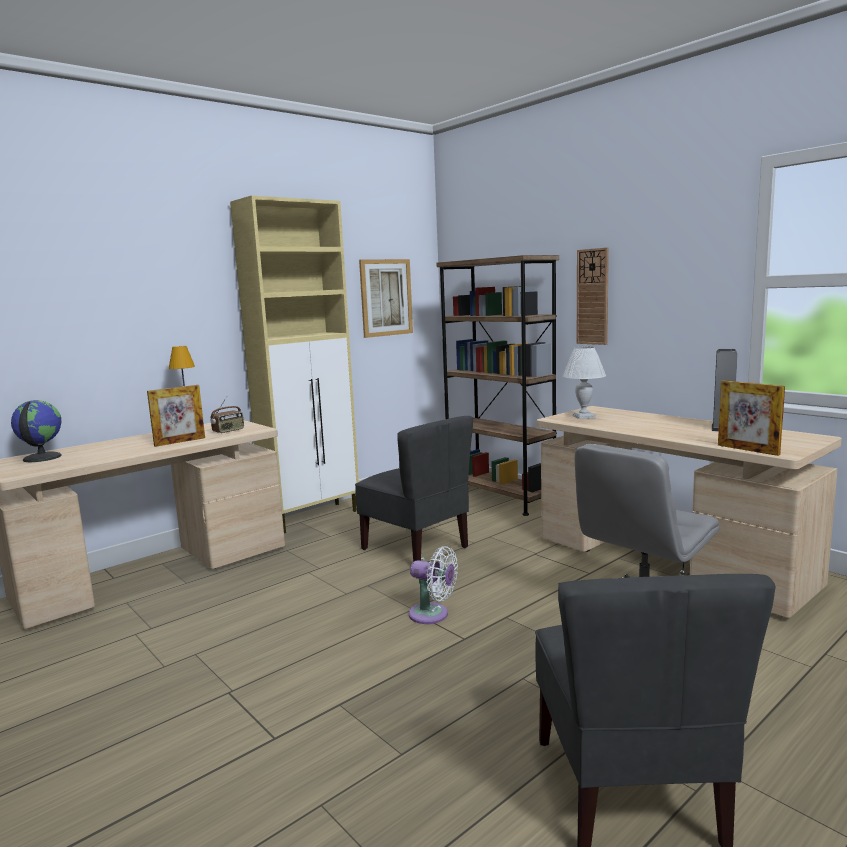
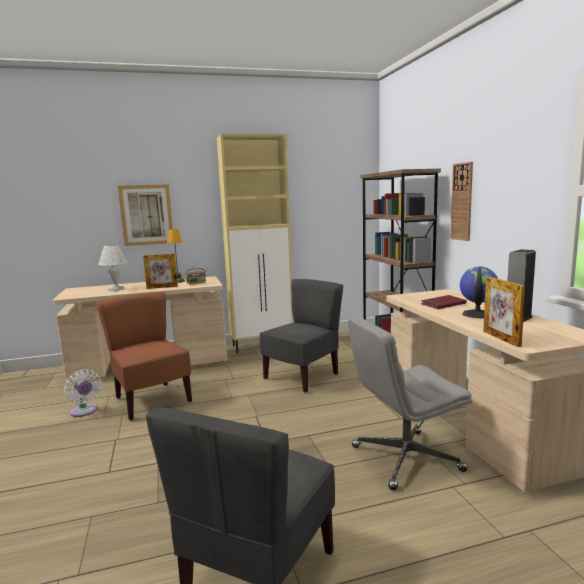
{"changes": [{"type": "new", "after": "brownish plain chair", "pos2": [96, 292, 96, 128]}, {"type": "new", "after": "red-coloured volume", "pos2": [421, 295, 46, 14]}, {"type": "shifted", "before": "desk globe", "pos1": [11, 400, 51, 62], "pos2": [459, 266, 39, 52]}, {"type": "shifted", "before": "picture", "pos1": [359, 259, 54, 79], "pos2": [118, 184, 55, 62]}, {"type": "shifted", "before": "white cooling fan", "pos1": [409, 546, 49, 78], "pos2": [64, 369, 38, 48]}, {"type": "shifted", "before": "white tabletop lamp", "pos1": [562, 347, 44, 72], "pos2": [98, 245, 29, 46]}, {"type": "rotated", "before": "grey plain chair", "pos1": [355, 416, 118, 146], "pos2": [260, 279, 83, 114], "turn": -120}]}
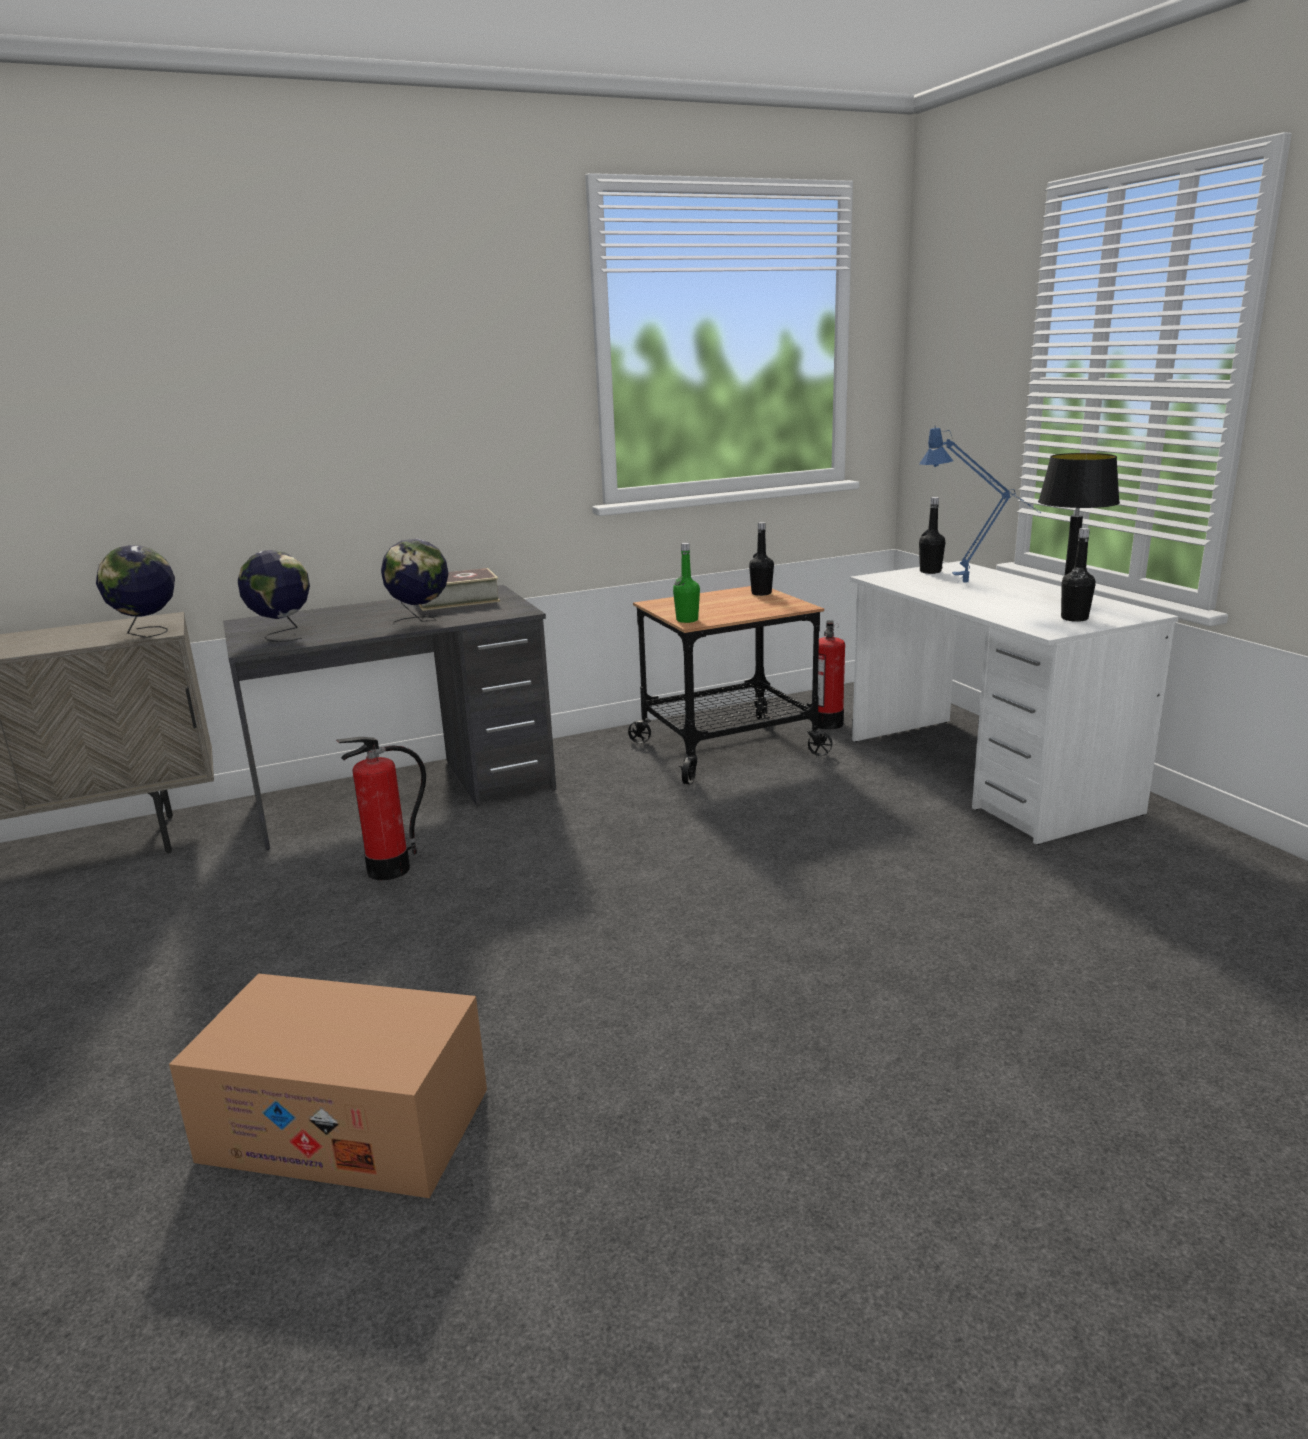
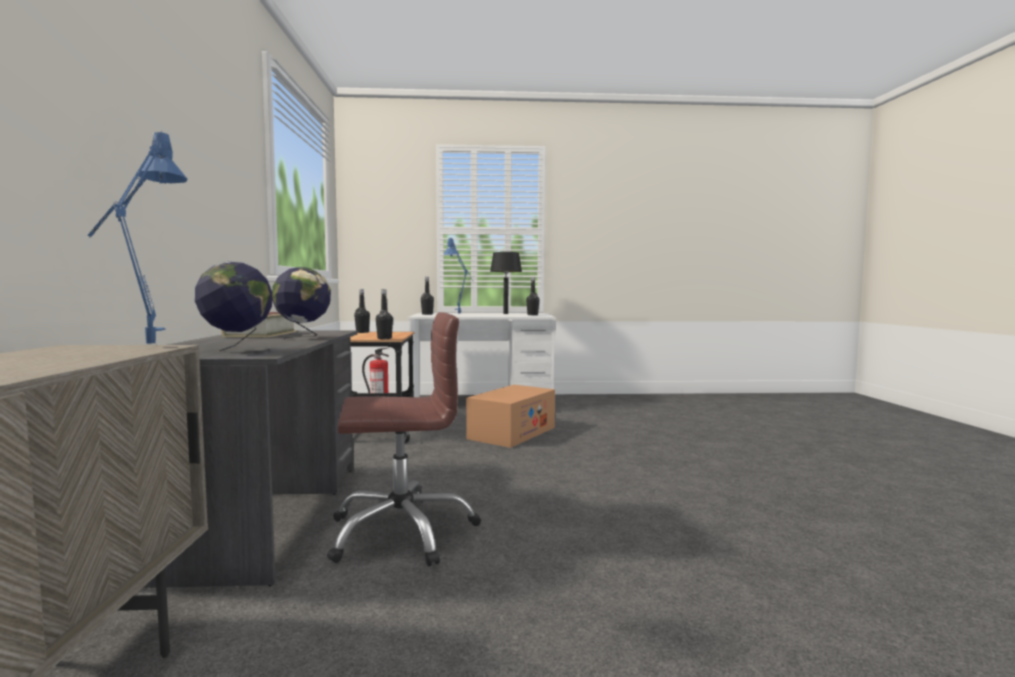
{"changes": [{"type": "shifted", "before": "packing box", "pos1": [169, 974, 318, 224], "pos2": [466, 385, 89, 63]}, {"type": "swapped", "before": "desk globe", "after": "blue tabletop lamp", "pos1": [96, 545, 79, 93], "pos2": [87, 130, 101, 215]}, {"type": "swapped", "before": "fire-fighting cylinder", "after": "brownish computer chair", "pos1": [336, 737, 90, 144], "pos2": [327, 312, 154, 255]}, {"type": "repainted", "before": "green beverage bottle", "after": "black beverage bottle", "pos1": [673, 543, 27, 80], "pos2": [376, 289, 17, 50]}]}
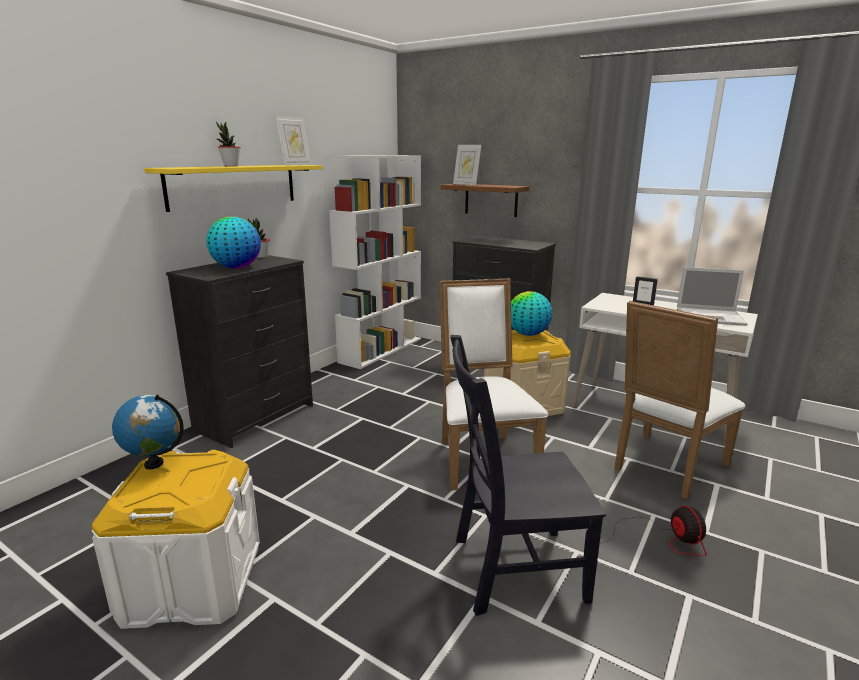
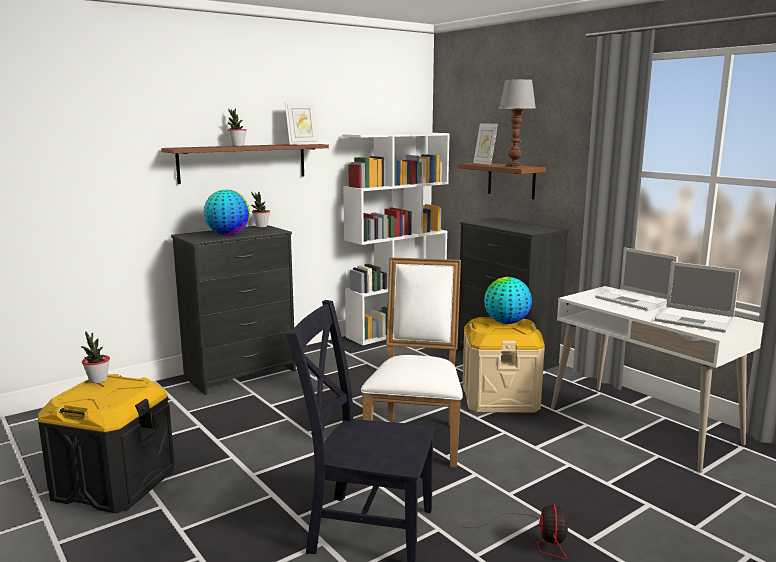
{"changes": [{"type": "gone", "before": "white plain chair", "pos1": [614, 301, 131, 198]}, {"type": "new", "after": "tabletop lamp", "pos2": [499, 79, 37, 88]}, {"type": "swapped", "before": "desk globe", "after": "potted plant", "pos1": [112, 395, 72, 75], "pos2": [81, 331, 29, 52]}, {"type": "swapped", "before": "standing frame", "after": "laptop", "pos1": [633, 276, 25, 29], "pos2": [595, 247, 83, 64]}, {"type": "repainted", "before": "white storage bin", "after": "black storage bin", "pos1": [92, 450, 168, 179], "pos2": [38, 374, 137, 139]}, {"type": "repainted", "before": "yellow-coloured shelf", "after": "brownish shelf", "pos1": [144, 165, 179, 47], "pos2": [161, 144, 168, 40]}]}
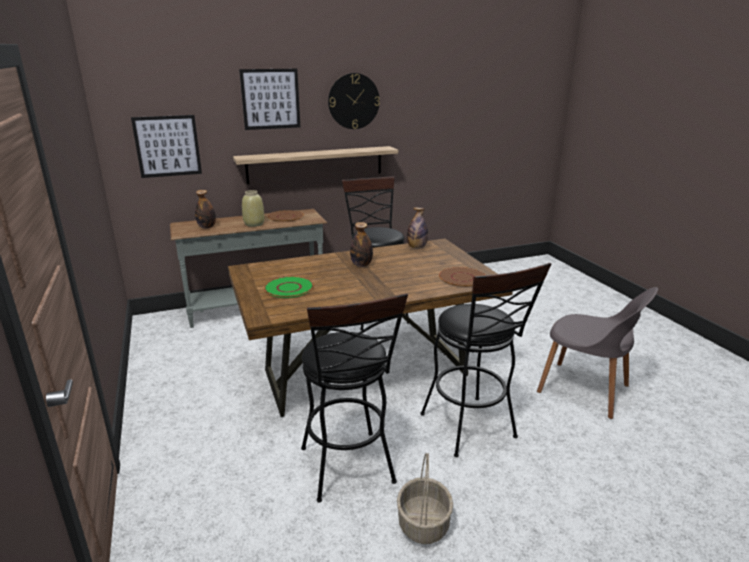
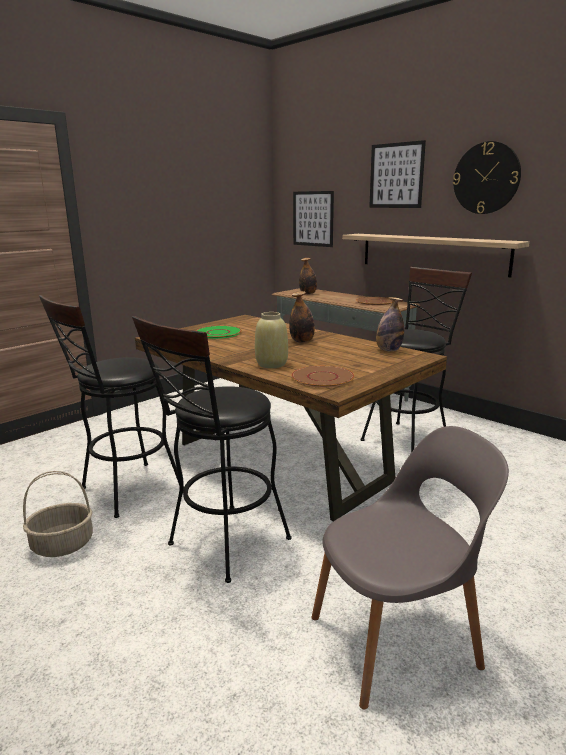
{"changes": [{"type": "shifted", "before": "beige-coloured flower vase", "pos1": [242, 190, 22, 37], "pos2": [255, 312, 33, 56]}, {"type": "rotated", "before": "grey plain chair", "pos1": [537, 287, 121, 132], "pos2": [311, 426, 198, 283], "turn": -120}]}
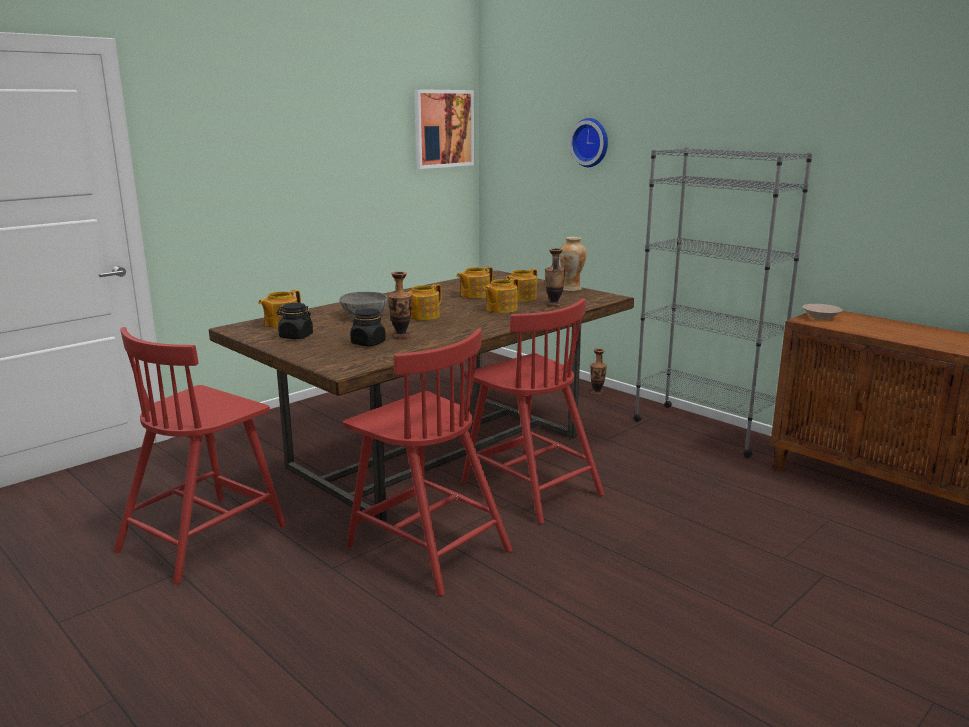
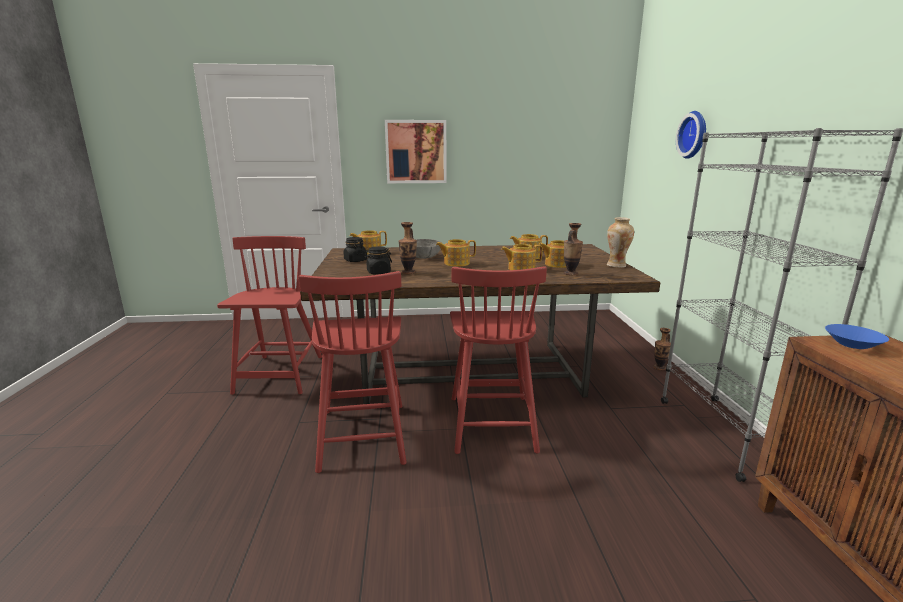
{"changes": [{"type": "shifted", "before": "picture", "pos1": [414, 89, 60, 80], "pos2": [385, 120, 62, 63]}, {"type": "repainted", "before": "beige-coloured bowl", "after": "blue bowl", "pos1": [802, 304, 41, 16], "pos2": [825, 324, 64, 25]}, {"type": "rotated", "before": "red-coloured plain chair", "pos1": [114, 327, 172, 257], "pos2": [217, 236, 105, 159], "turn": 105}]}
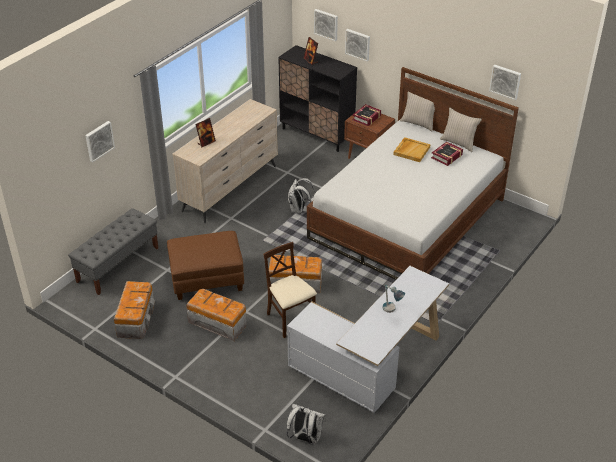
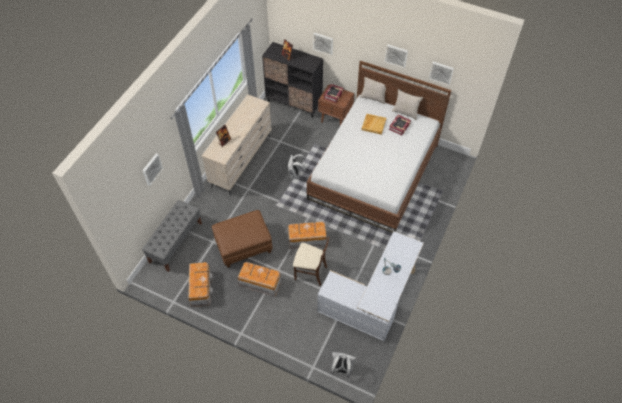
{"changes": [{"type": "shifted", "before": "picture", "pos1": [314, 9, 24, 32], "pos2": [385, 44, 23, 24]}, {"type": "rotated", "before": "beige-coloured plain chair", "pos1": [263, 242, 54, 96], "pos2": [293, 236, 36, 50], "turn": 150}]}
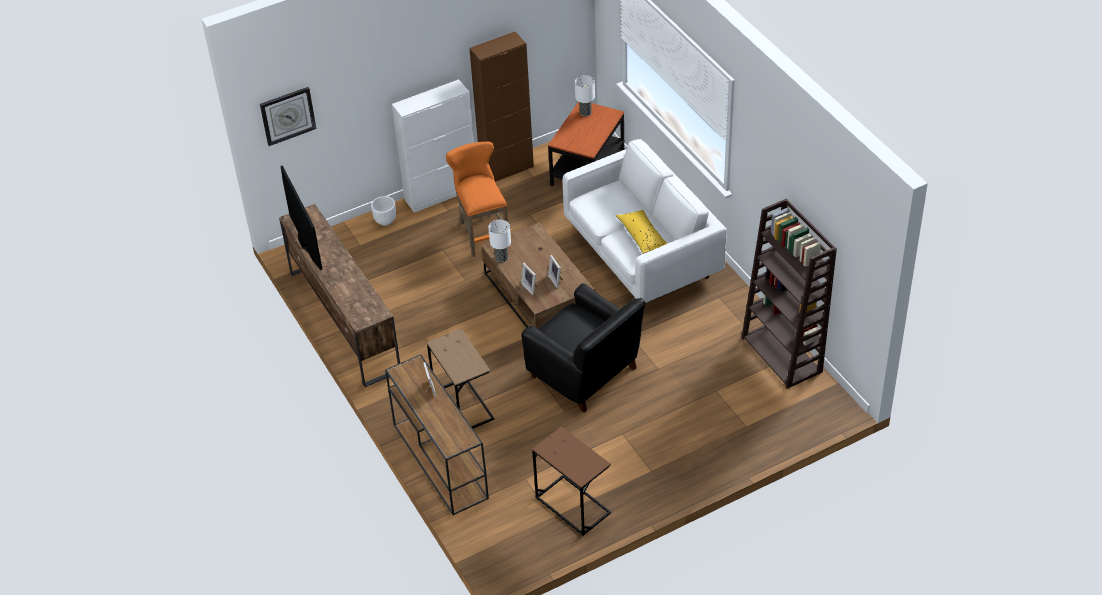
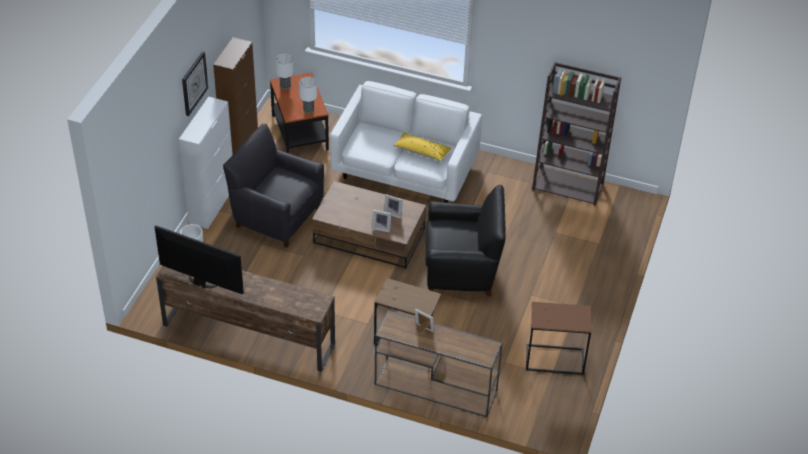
{"changes": [{"type": "shifted", "before": "clock on the wall", "pos1": [260, 87, 56, 59], "pos2": [182, 51, 26, 65]}, {"type": "shifted", "before": "tabletop lamp", "pos1": [488, 220, 23, 42], "pos2": [299, 77, 18, 36]}, {"type": "swapped", "before": "orange sitting stool", "after": "black easy chair", "pos1": [446, 142, 62, 115], "pos2": [223, 124, 101, 124]}]}
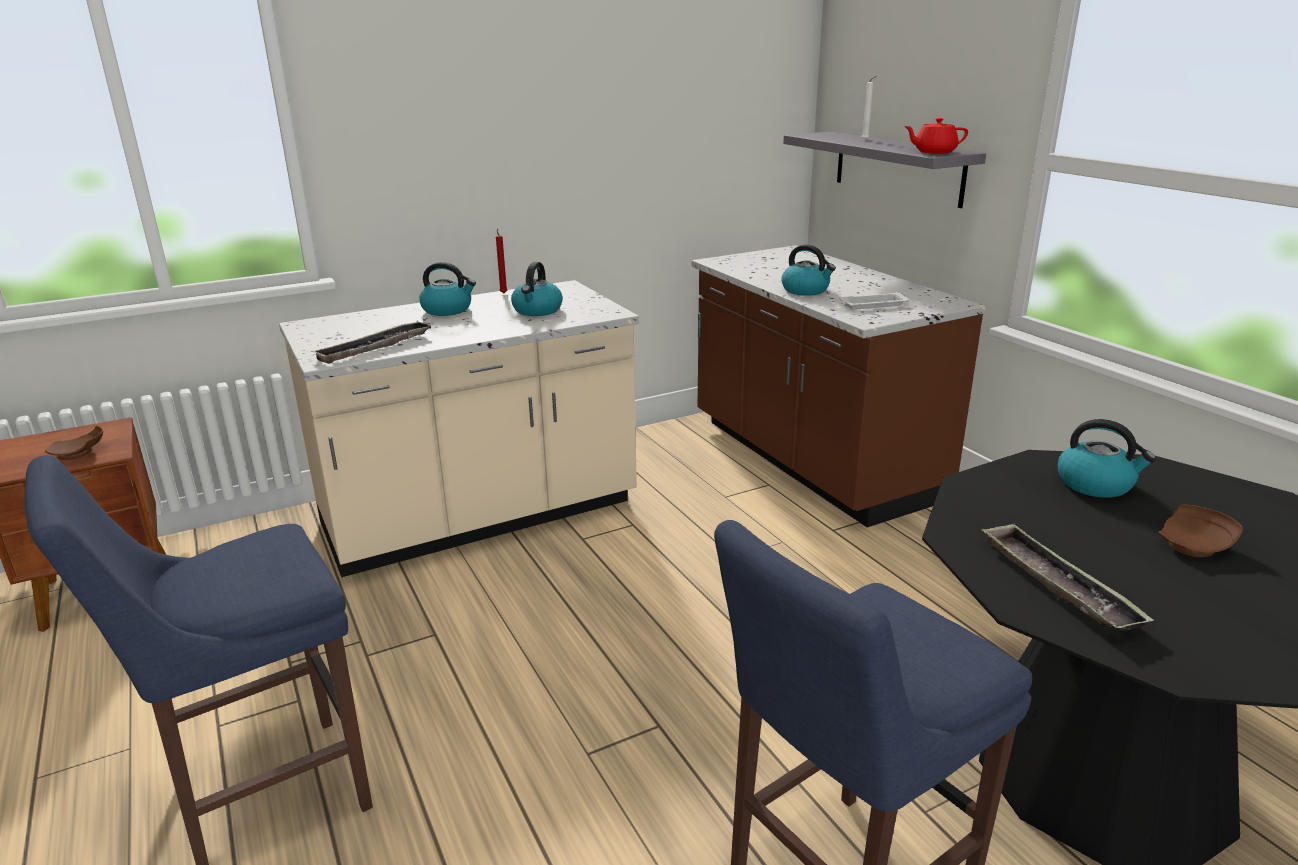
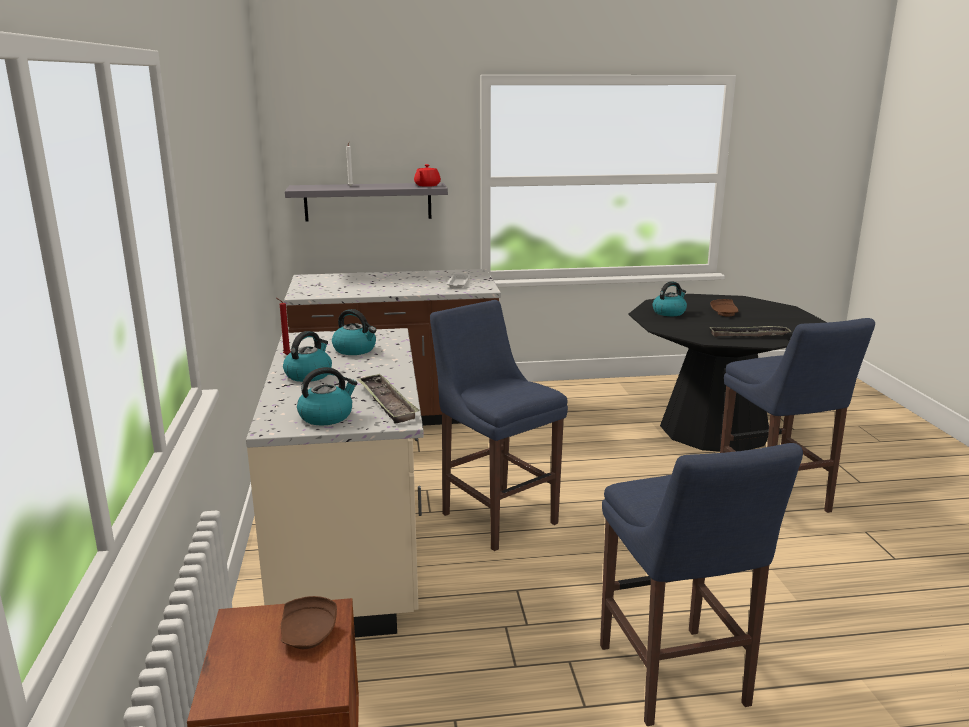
{"changes": [{"type": "new", "after": "blue sitting stool", "pos2": [430, 300, 138, 251]}, {"type": "shifted", "before": "tea kettle", "pos1": [781, 244, 55, 52], "pos2": [297, 367, 60, 58]}]}
